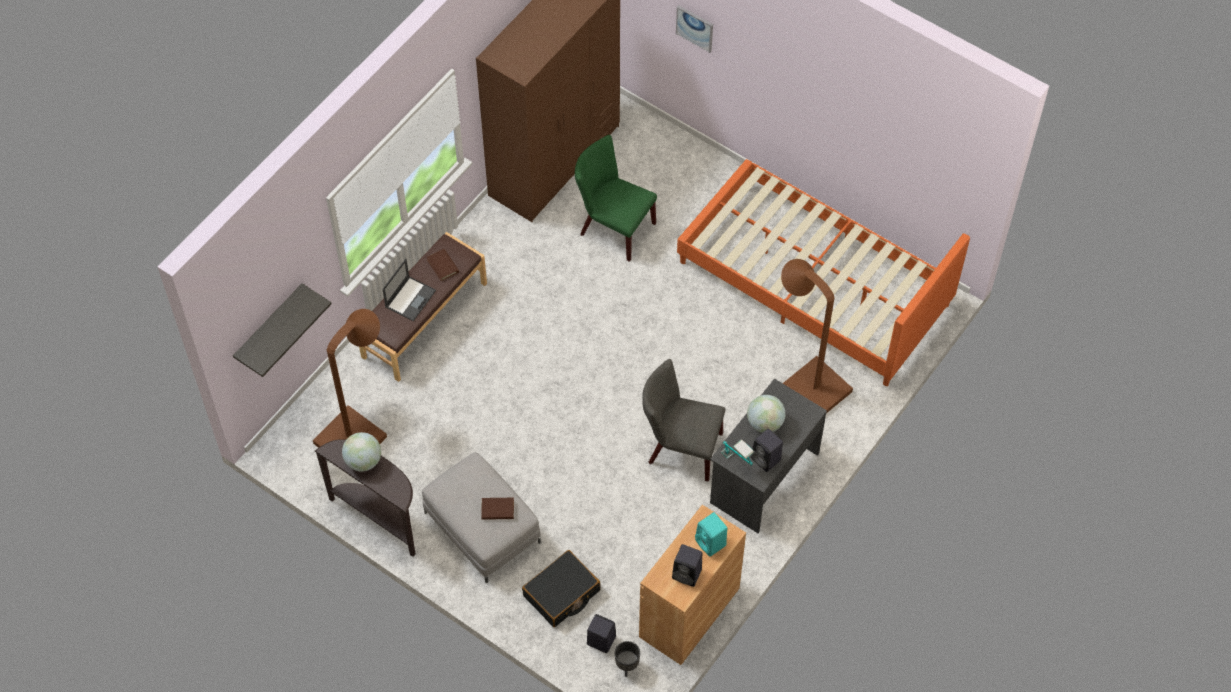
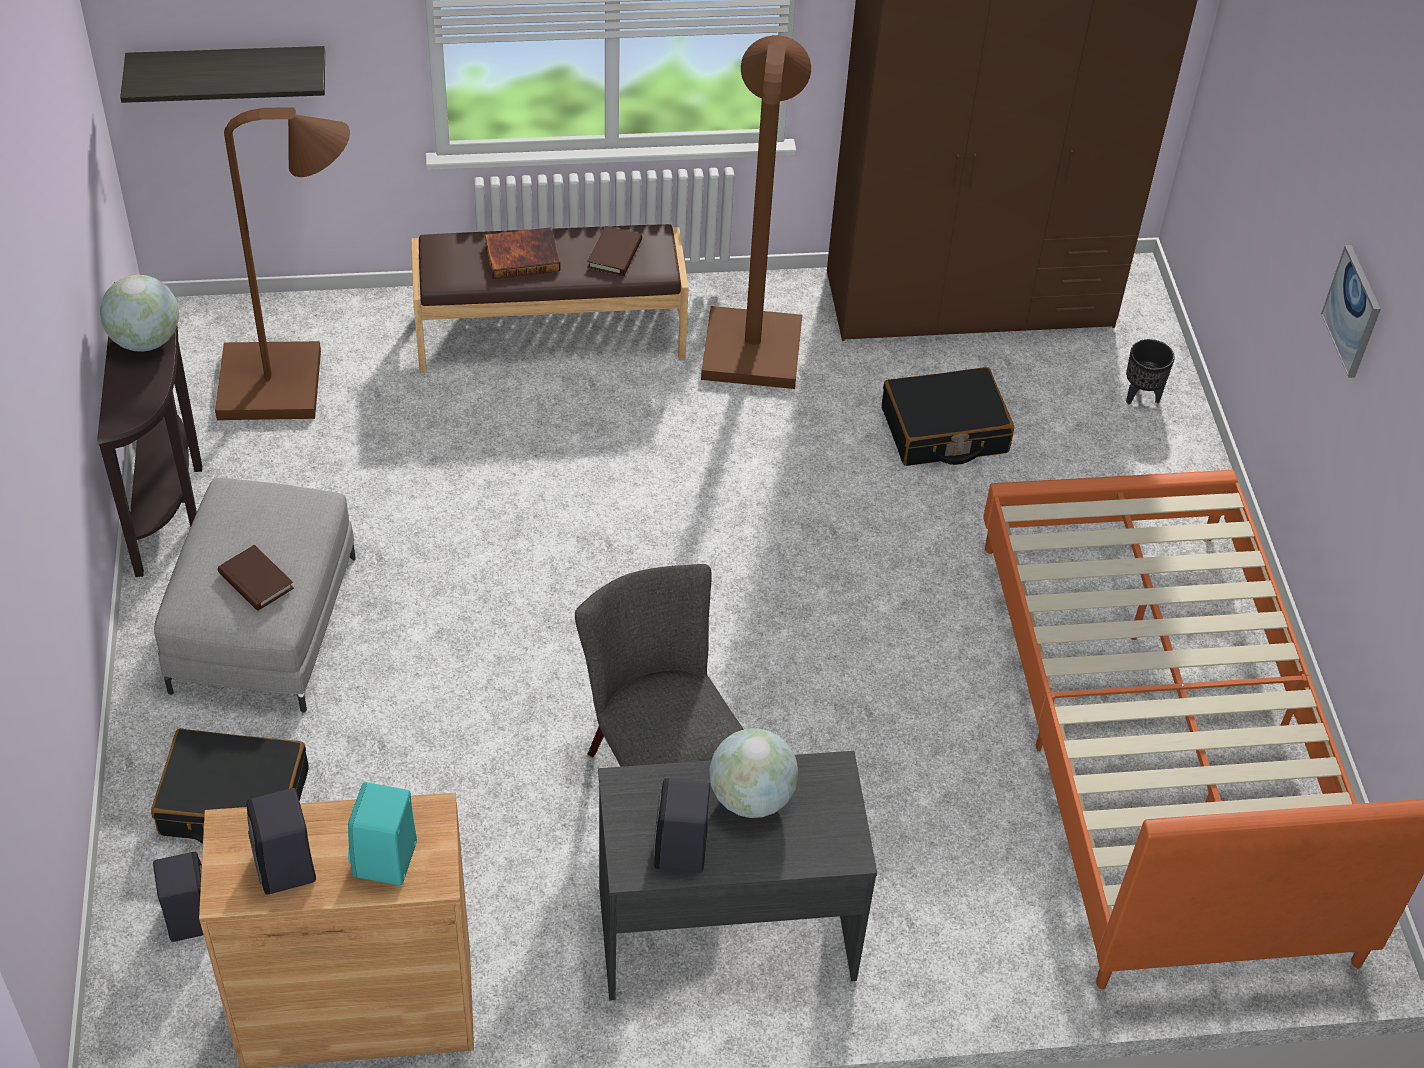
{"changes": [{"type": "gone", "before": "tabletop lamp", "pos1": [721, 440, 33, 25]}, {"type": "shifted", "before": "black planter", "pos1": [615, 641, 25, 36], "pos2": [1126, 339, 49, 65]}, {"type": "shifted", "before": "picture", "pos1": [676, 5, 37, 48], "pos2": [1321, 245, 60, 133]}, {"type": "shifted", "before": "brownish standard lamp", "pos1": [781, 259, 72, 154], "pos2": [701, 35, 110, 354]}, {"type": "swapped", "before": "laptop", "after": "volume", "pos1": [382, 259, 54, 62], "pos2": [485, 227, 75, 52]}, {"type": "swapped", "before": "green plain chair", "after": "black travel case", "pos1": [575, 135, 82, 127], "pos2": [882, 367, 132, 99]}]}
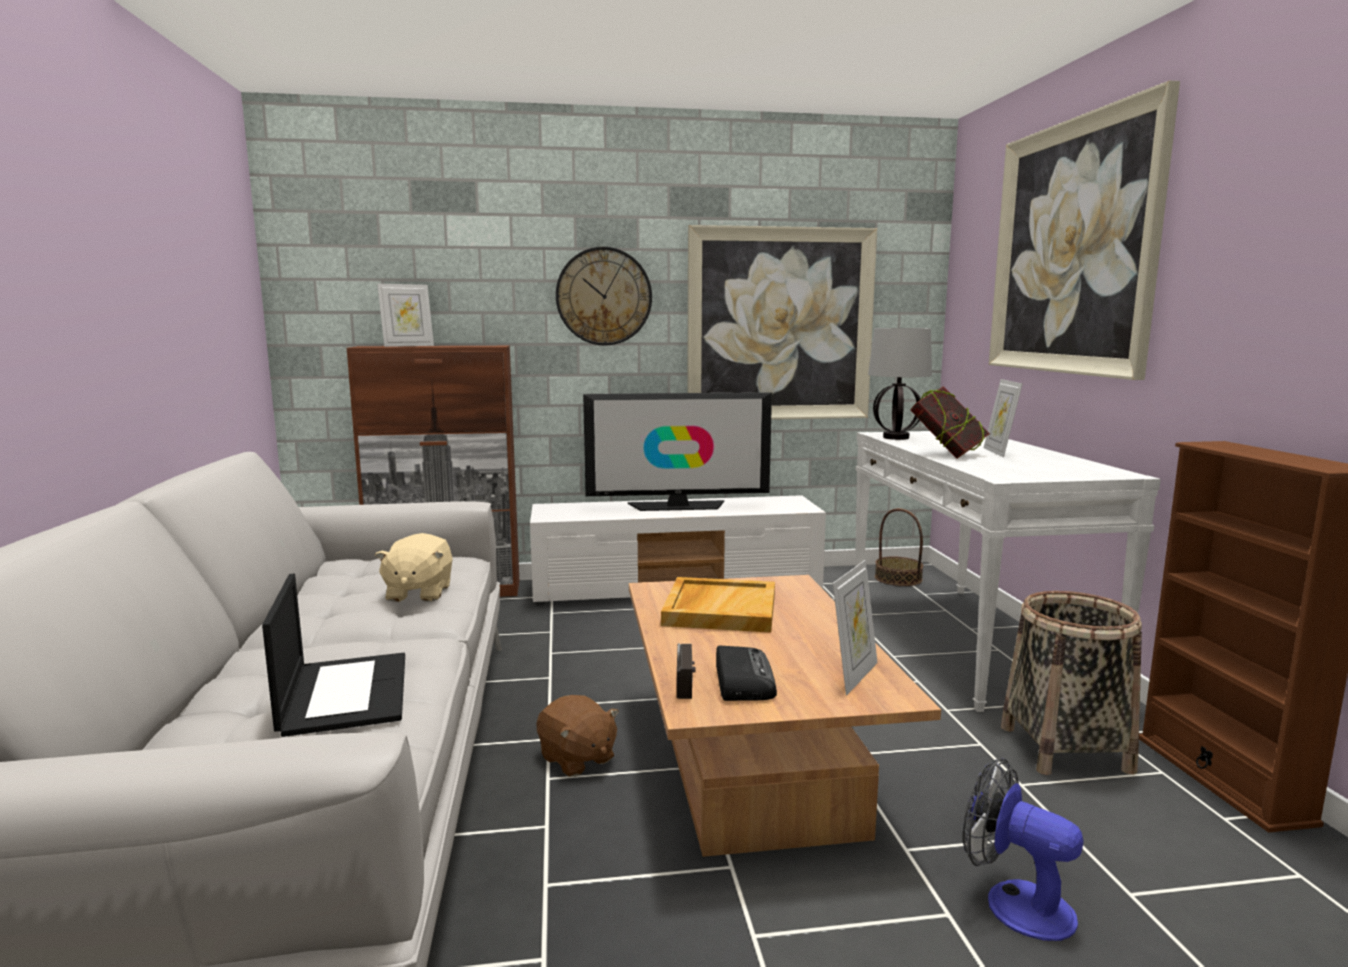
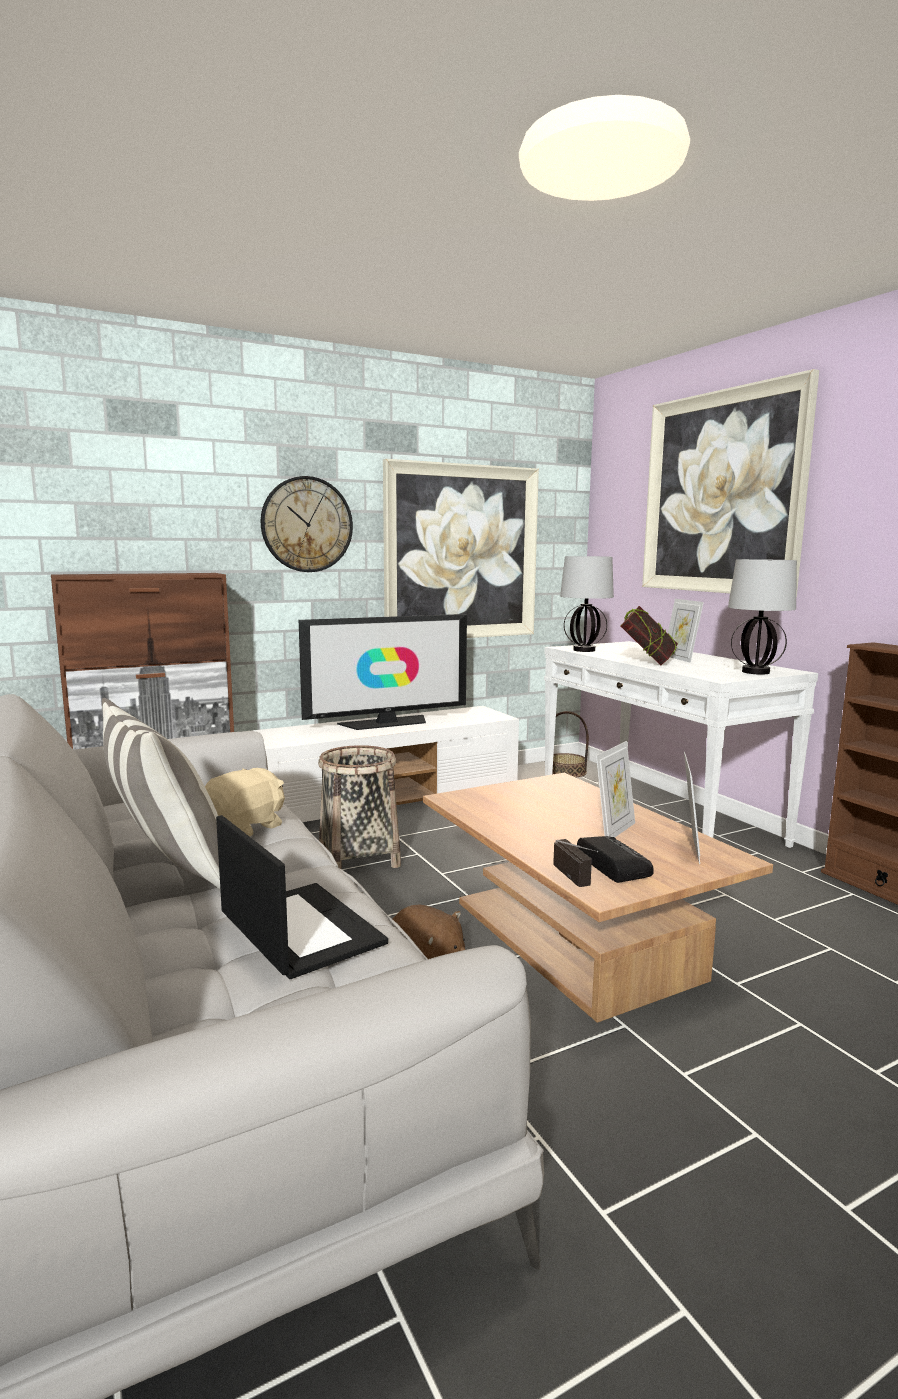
{"changes": [{"type": "gone", "before": "beige-coloured tray", "pos1": [661, 577, 114, 55]}, {"type": "gone", "before": "cooling fan", "pos1": [963, 758, 121, 183]}, {"type": "new", "after": "throw pillow", "pos2": [102, 698, 118, 191]}, {"type": "new", "after": "tabletop lamp", "pos2": [728, 559, 69, 116]}, {"type": "shifted", "before": "standing frame", "pos1": [377, 284, 57, 63], "pos2": [596, 741, 39, 96]}, {"type": "shifted", "before": "storage basket", "pos1": [1001, 591, 141, 184], "pos2": [318, 745, 83, 124]}, {"type": "rotated", "before": "beige-coloured soft toy", "pos1": [375, 533, 78, 69], "pos2": [205, 768, 80, 69], "turn": -120}]}
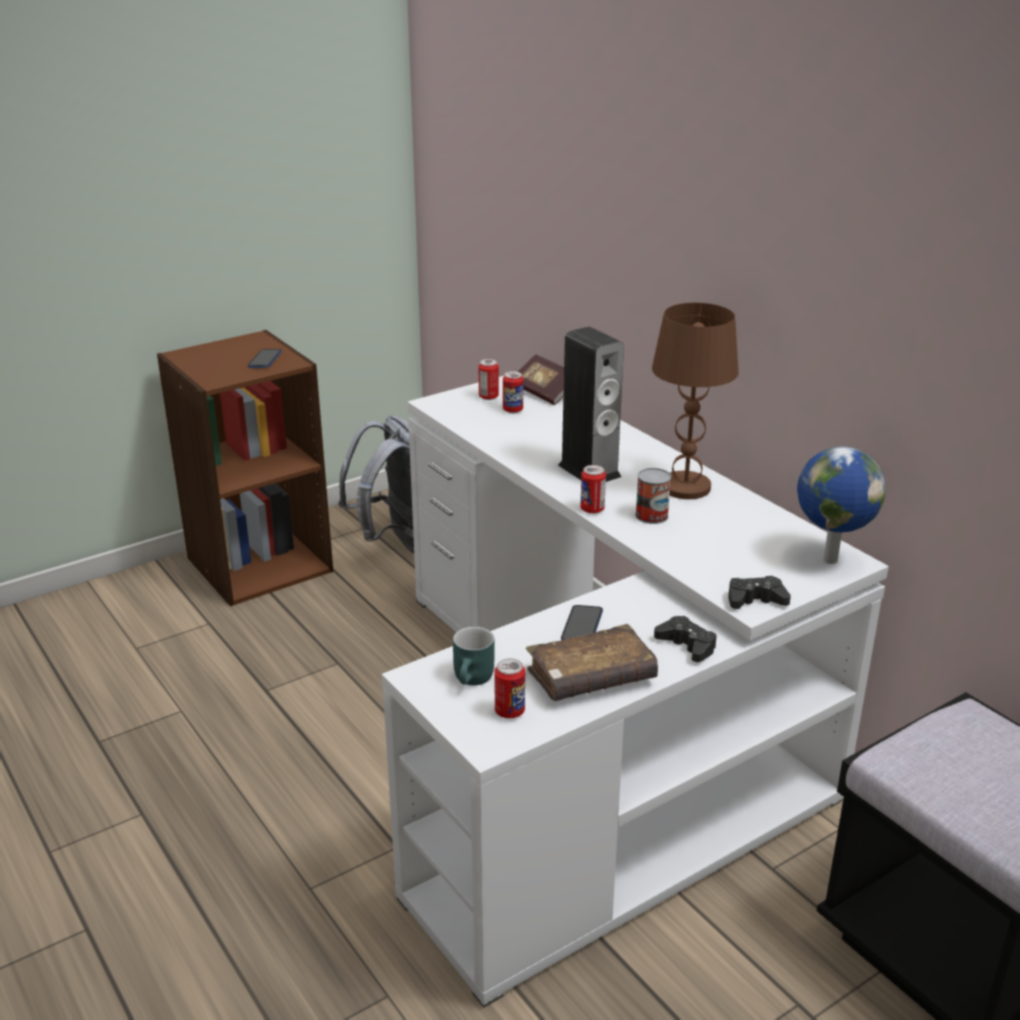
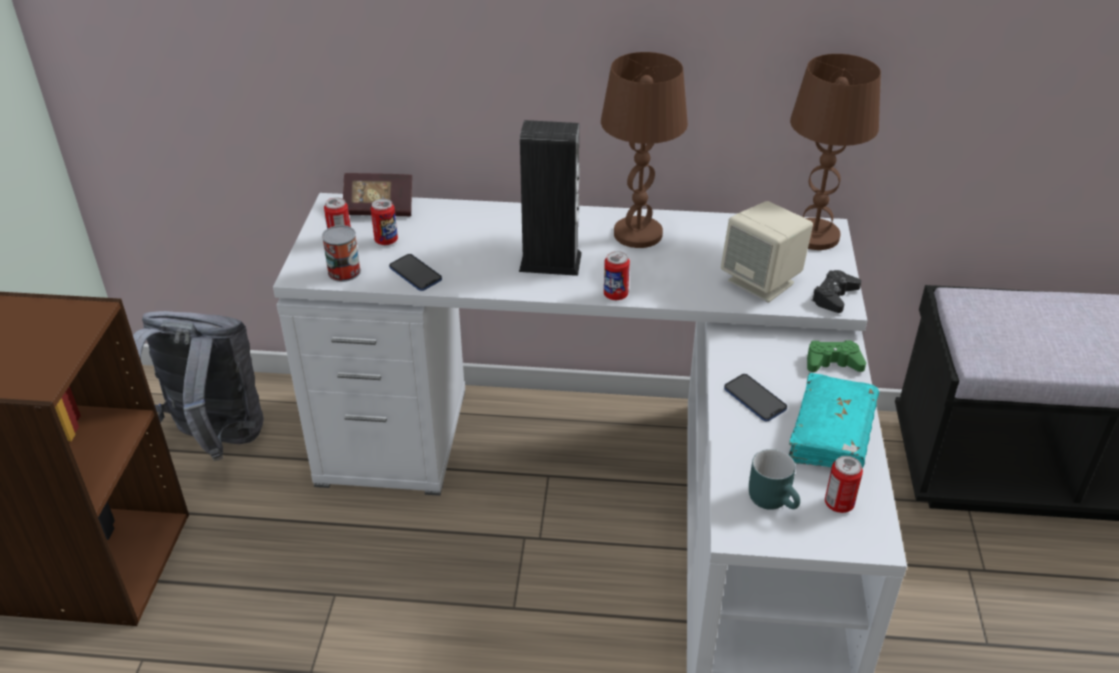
{"changes": [{"type": "new", "after": "beige-coloured loudspeaker", "pos2": [721, 201, 92, 101]}, {"type": "shifted", "before": "handset", "pos1": [248, 349, 34, 19], "pos2": [389, 254, 53, 37]}, {"type": "shifted", "before": "metal can", "pos1": [635, 468, 36, 56], "pos2": [322, 225, 39, 57]}, {"type": "swapped", "before": "desk globe", "after": "brownish tabletop lamp", "pos1": [797, 447, 89, 117], "pos2": [790, 54, 91, 196]}, {"type": "repainted", "before": "brownish volume", "after": "turquoise-coloured volume", "pos1": [526, 624, 132, 77], "pos2": [789, 373, 90, 95]}, {"type": "repainted", "before": "black gamepad", "after": "green gamepad", "pos1": [654, 616, 63, 46], "pos2": [807, 340, 59, 32]}]}
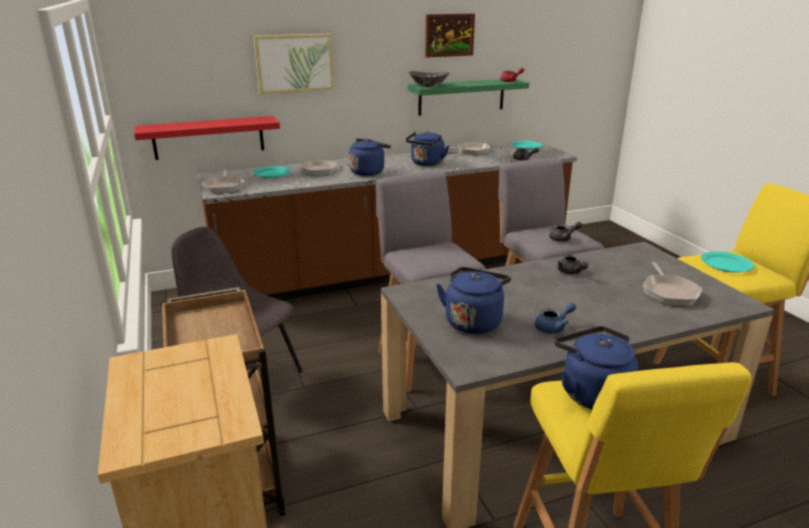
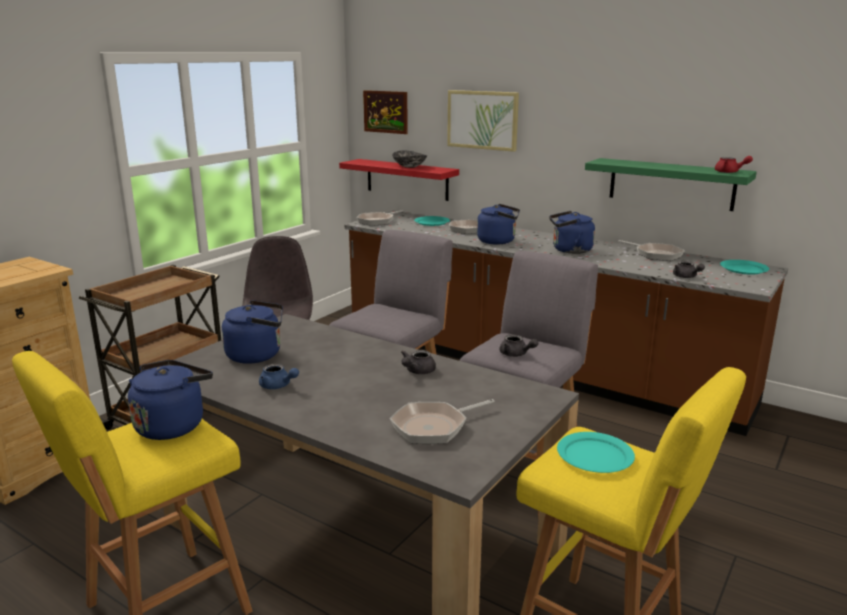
{"changes": [{"type": "shifted", "before": "bowl", "pos1": [409, 71, 40, 16], "pos2": [392, 150, 35, 18]}, {"type": "shifted", "before": "picture", "pos1": [425, 14, 50, 44], "pos2": [363, 90, 45, 44]}]}
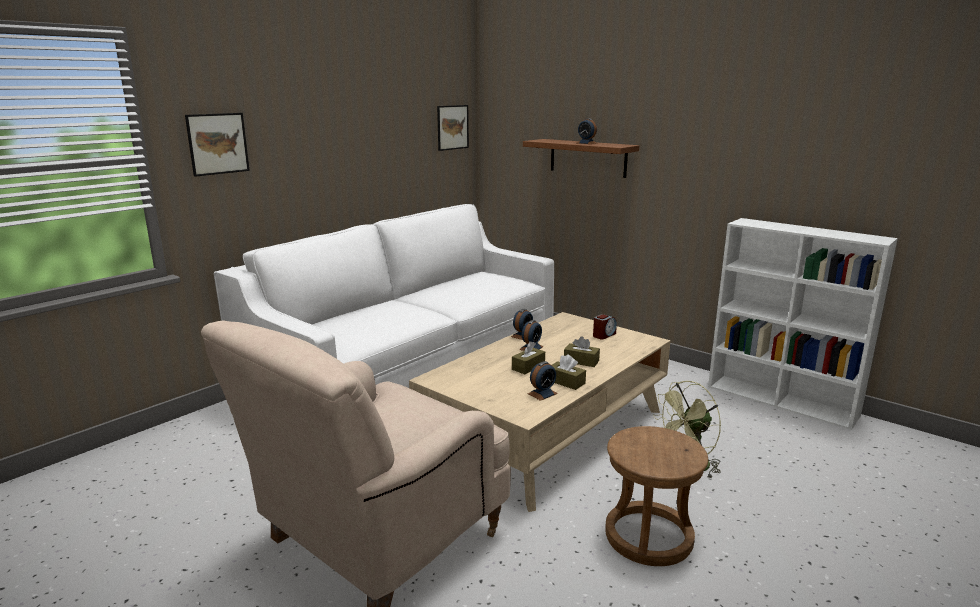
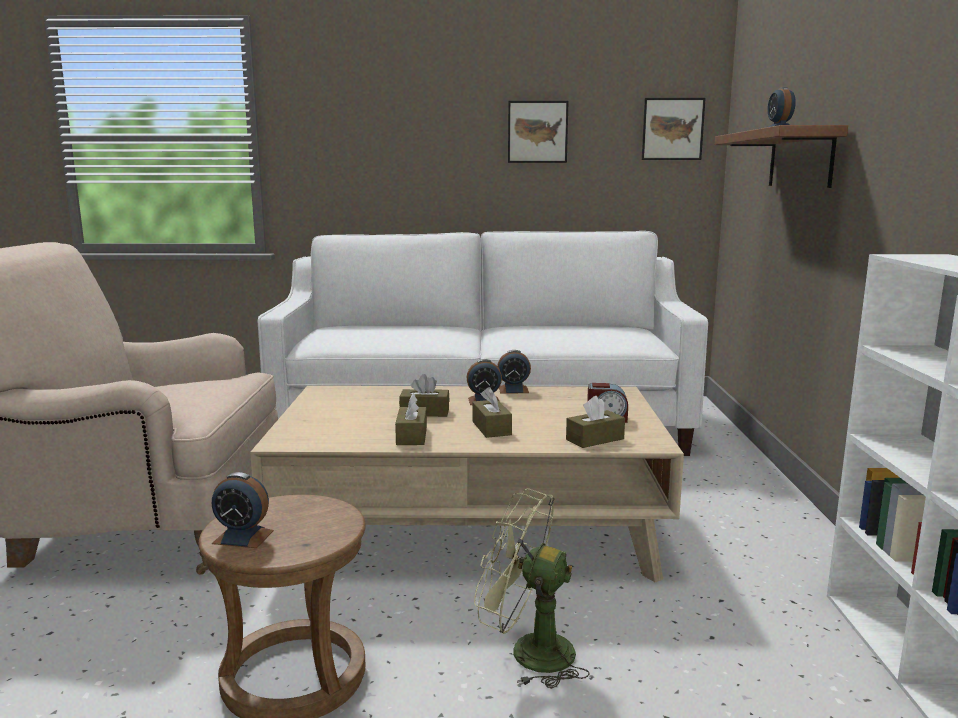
{"changes": [{"type": "new", "after": "brownish box of tissues", "pos2": [566, 396, 59, 52]}, {"type": "shifted", "before": "picture", "pos1": [185, 113, 65, 64], "pos2": [508, 101, 61, 62]}, {"type": "shifted", "before": "bedside clock", "pos1": [527, 361, 31, 40], "pos2": [212, 472, 62, 76]}]}
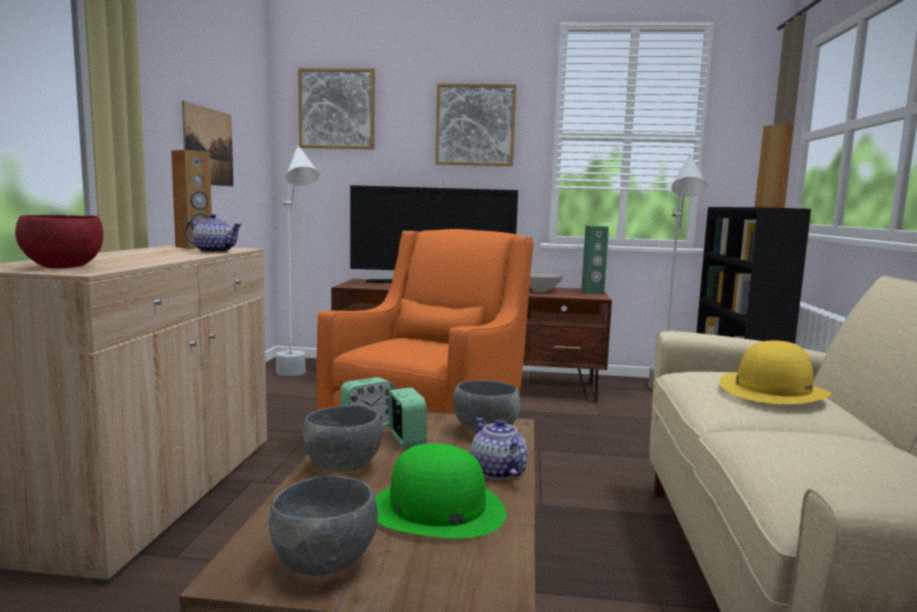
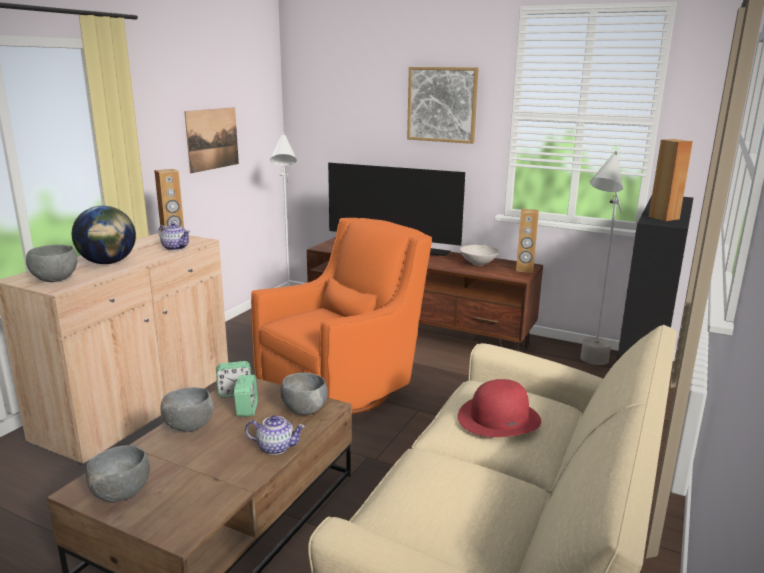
{"changes": [{"type": "gone", "before": "picture", "pos1": [298, 68, 77, 81]}, {"type": "gone", "before": "green clothing hat", "pos1": [375, 443, 132, 95]}, {"type": "new", "after": "desk globe", "pos2": [72, 206, 64, 58]}, {"type": "repainted", "before": "red-coloured bowl", "after": "grey bowl", "pos1": [15, 215, 89, 54], "pos2": [26, 245, 51, 37]}, {"type": "repainted", "before": "green loudspeaker", "after": "brownish loudspeaker", "pos1": [581, 226, 28, 68], "pos2": [516, 209, 23, 64]}, {"type": "repainted", "before": "yellow-coloured clothing hat", "after": "red-coloured clothing hat", "pos1": [719, 340, 112, 64], "pos2": [458, 379, 83, 58]}, {"type": "rotated", "before": "pot for tea", "pos1": [471, 418, 56, 62], "pos2": [245, 415, 60, 40], "turn": 105}]}
